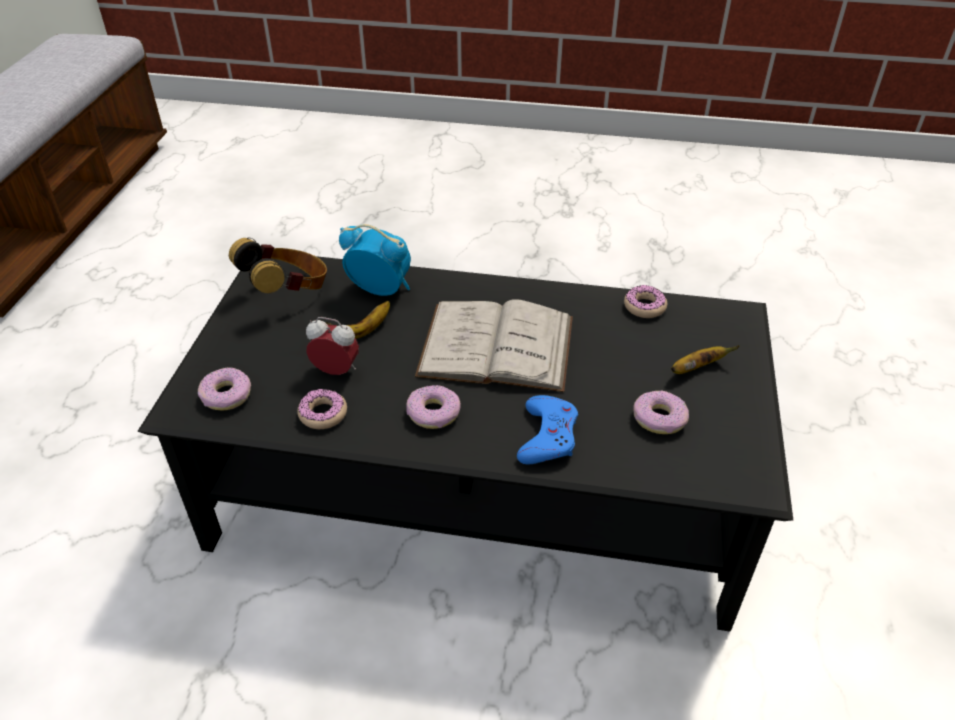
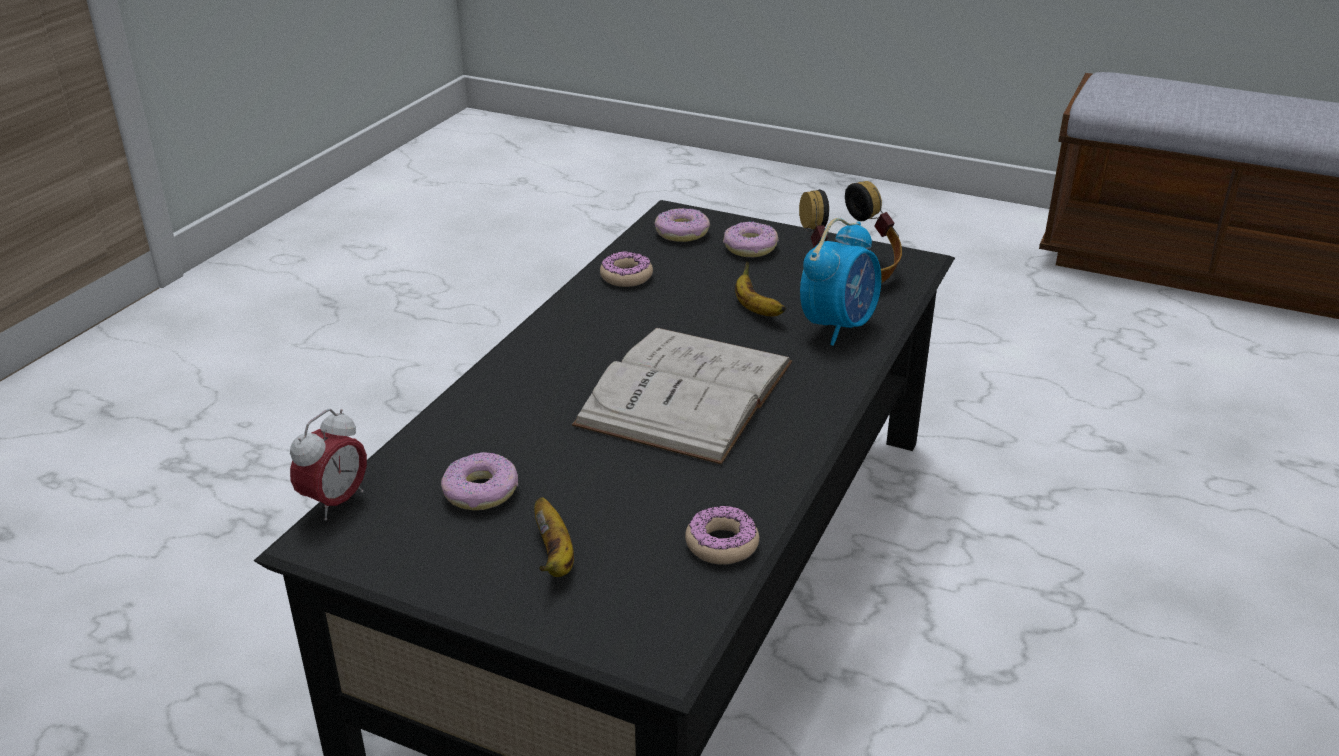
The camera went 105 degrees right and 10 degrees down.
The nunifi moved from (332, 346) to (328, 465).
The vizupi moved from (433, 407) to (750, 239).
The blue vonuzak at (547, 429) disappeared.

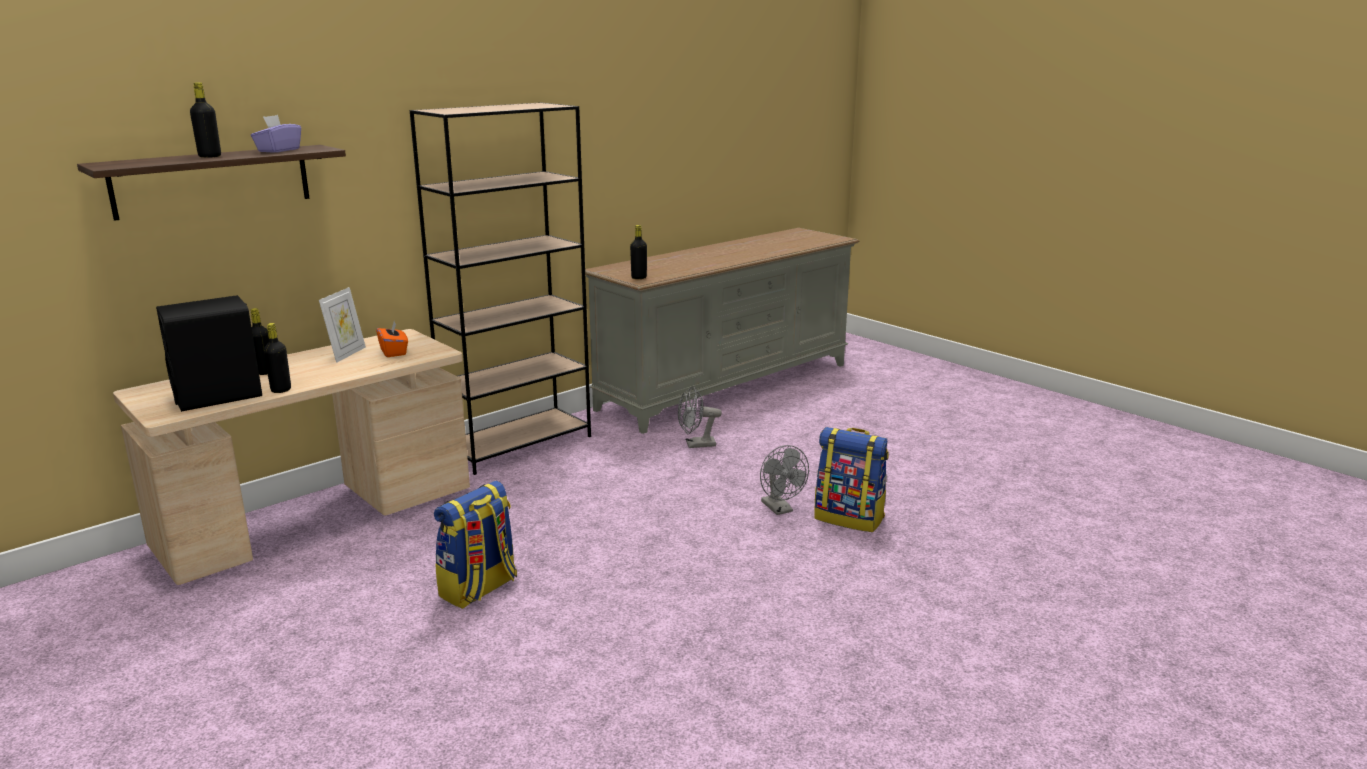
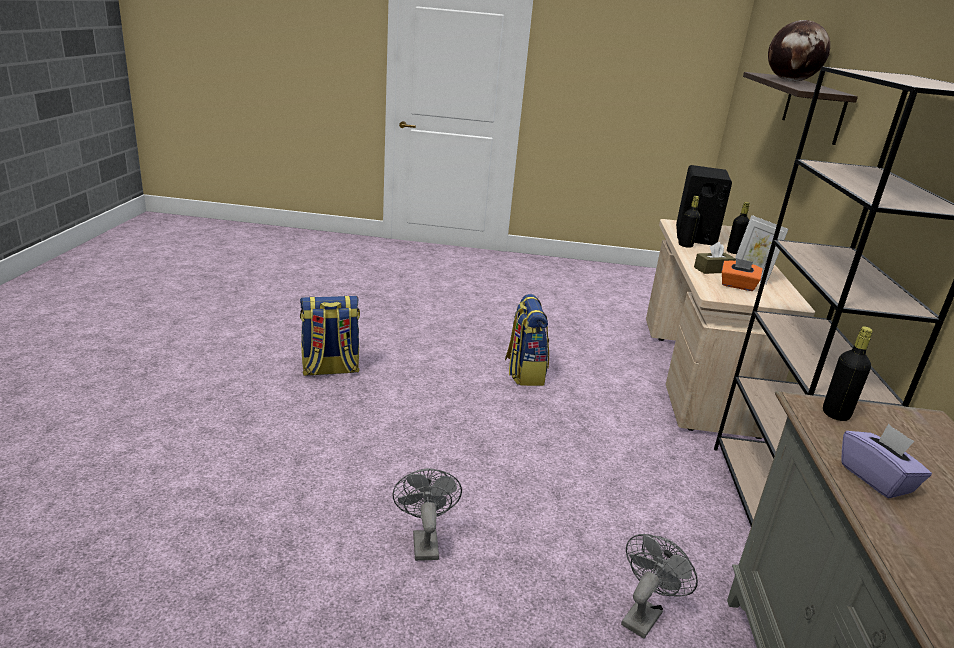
The camera went 135 degrees right and 5 degrees up.
The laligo moved from (851, 479) to (330, 336).
The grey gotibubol at (784, 480) turned 60 degrees clockwise.
The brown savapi at (715, 258) appeared.
The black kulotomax at (205, 120) was replaced by the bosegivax at (799, 50).
The purple savapi moved from (276, 134) to (886, 461).

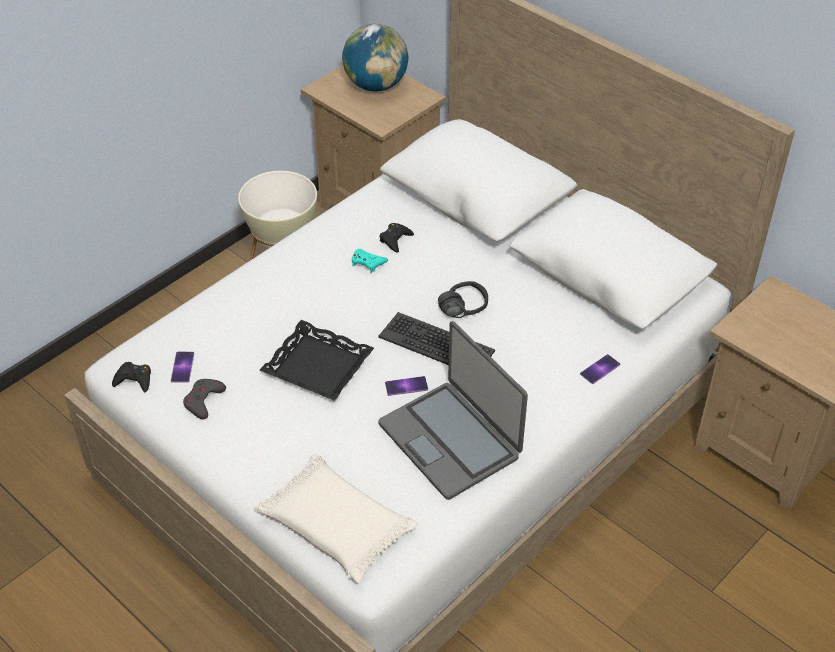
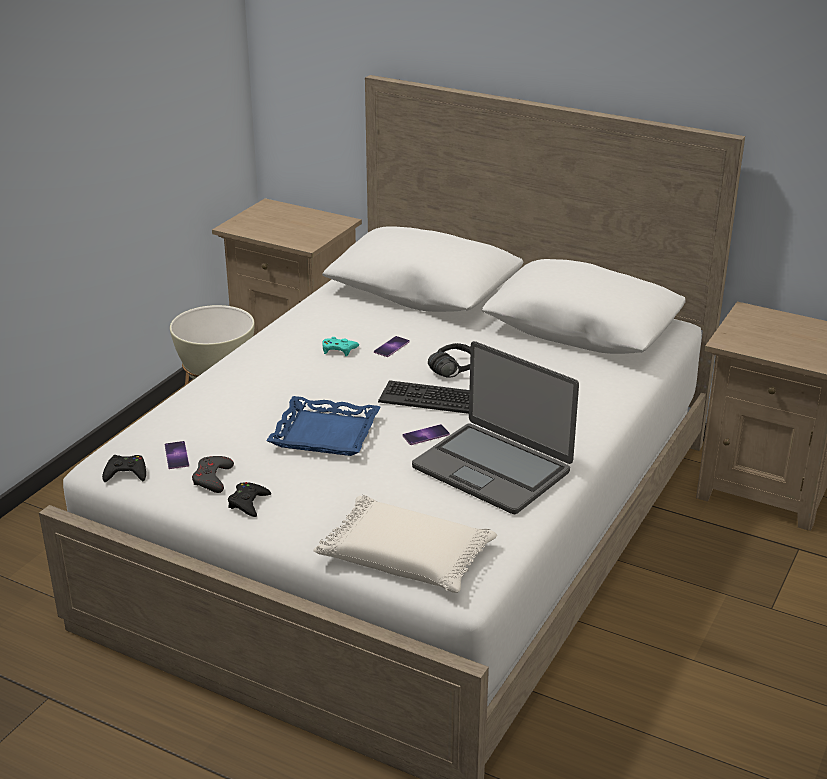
The camera went 15 degrees left and 15 degrees down.
The black vonuzak moved from (397, 238) to (249, 499).
The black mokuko at (317, 360) became the blue mokuko at (323, 426).
The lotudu moved from (600, 369) to (392, 346).
The bosegivax at (375, 57) disappeared.

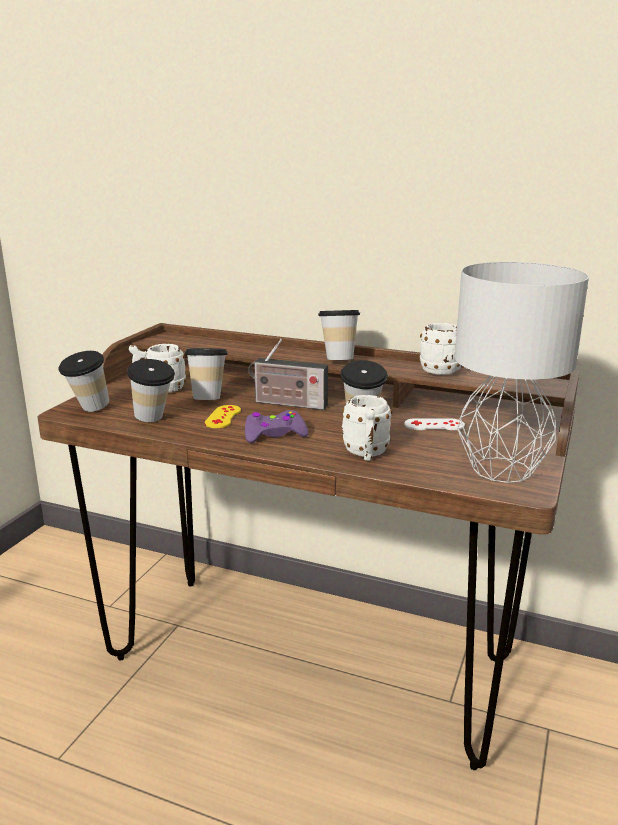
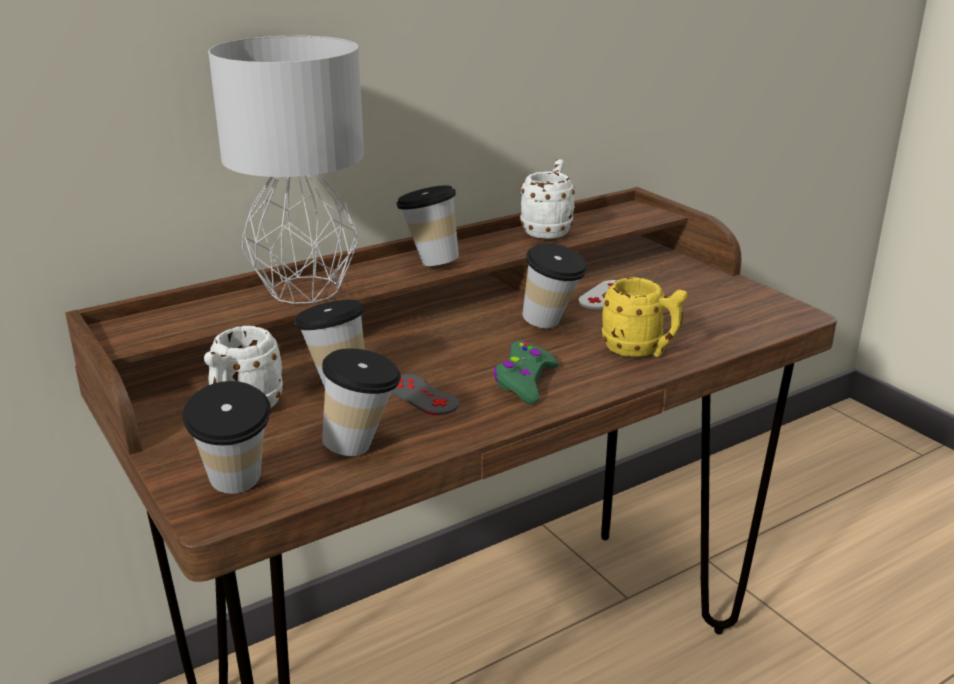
The camera went 55 degrees left and 5 degrees up.
The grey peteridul moved from (522, 372) to (286, 170).
The yellow vonuzak at (222, 416) became the grey vonuzak at (425, 394).
The purple vonuzak at (276, 426) became the green vonuzak at (526, 372).
The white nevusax at (367, 428) became the yellow nevusax at (644, 317).
The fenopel at (288, 374) disappeared.

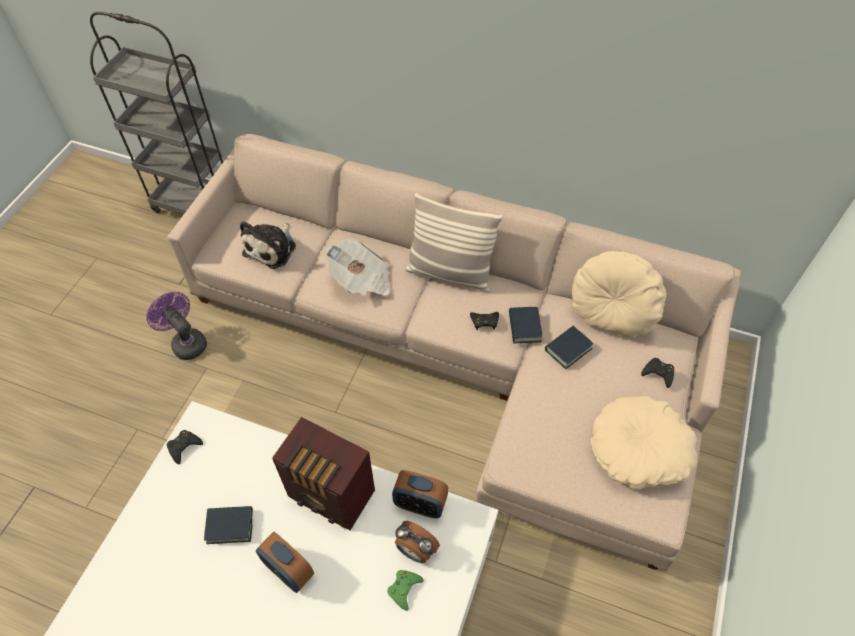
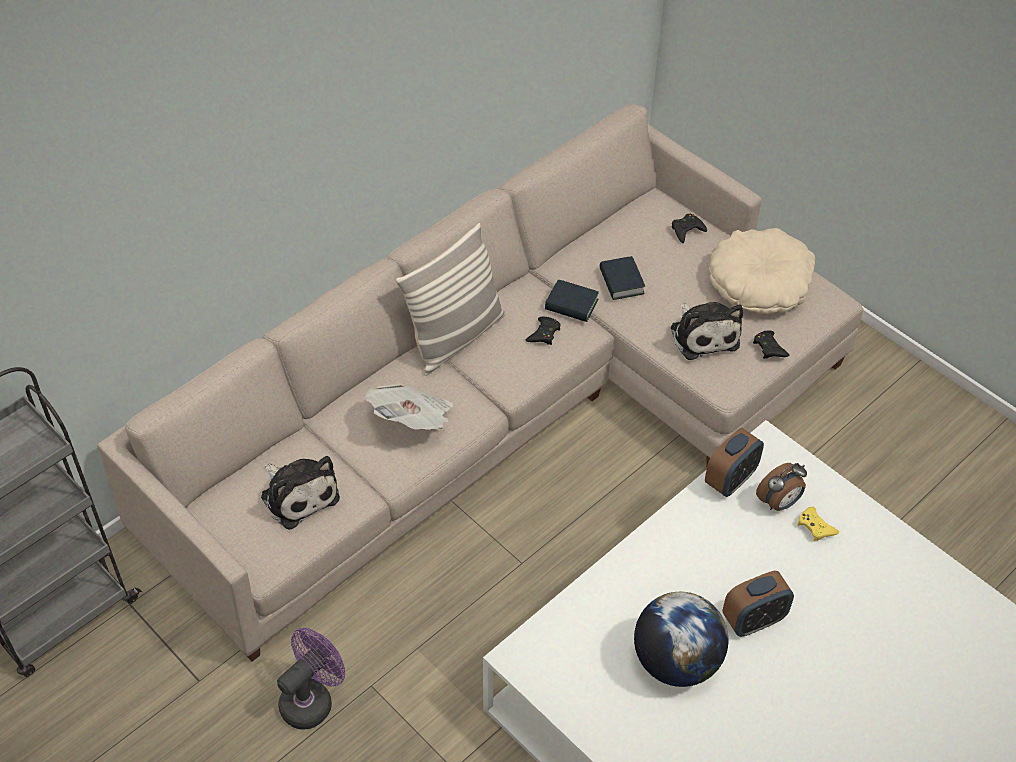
The camera went 65 degrees left and 5 degrees down.
The purple gotibubol at (176, 326) turned 150 degrees clockwise.
The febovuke at (228, 525) was replaced by the bosegivax at (681, 639).
The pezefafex at (707, 331) appeared.
The black vonuzak moved from (185, 447) to (771, 344).
The green vonuzak at (405, 590) became the yellow vonuzak at (818, 524).
The fenopel at (323, 473) disappeared.
The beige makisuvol at (619, 294) disappeared.

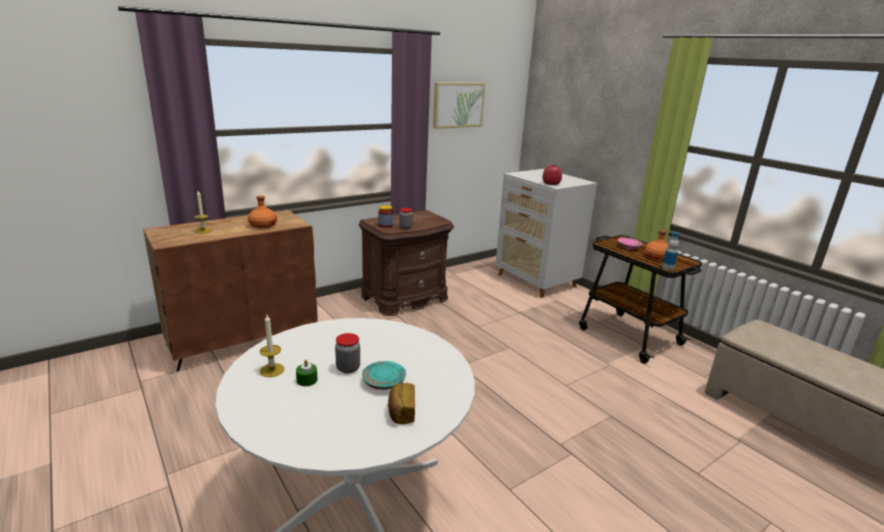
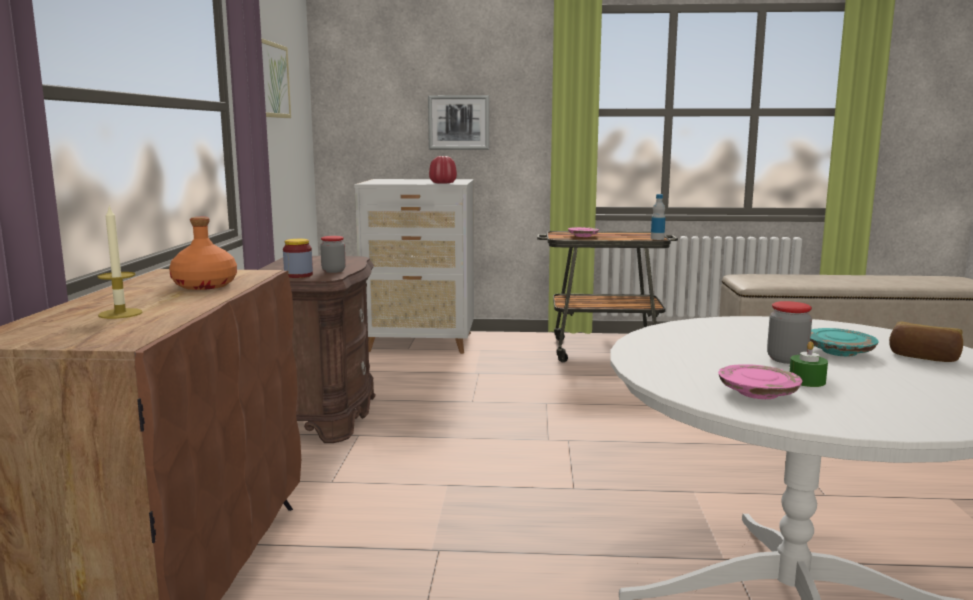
The camera went 50 degrees left and 10 degrees down.
The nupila at (458, 122) appeared.
The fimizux at (272, 346) was replaced by the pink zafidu at (760, 381).
The orange kulotomax at (656, 245) disappeared.

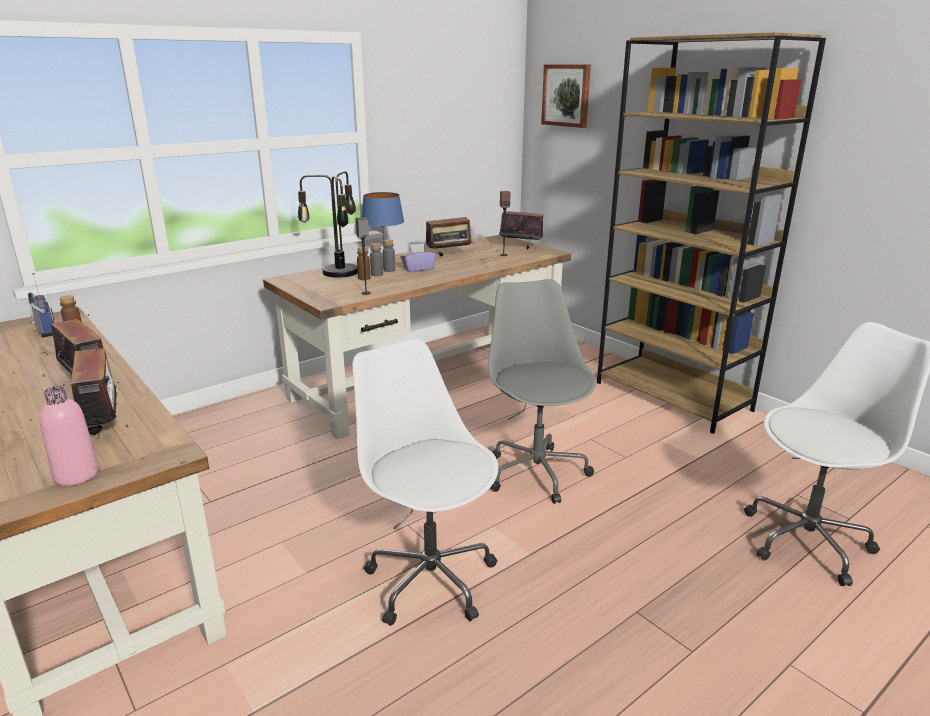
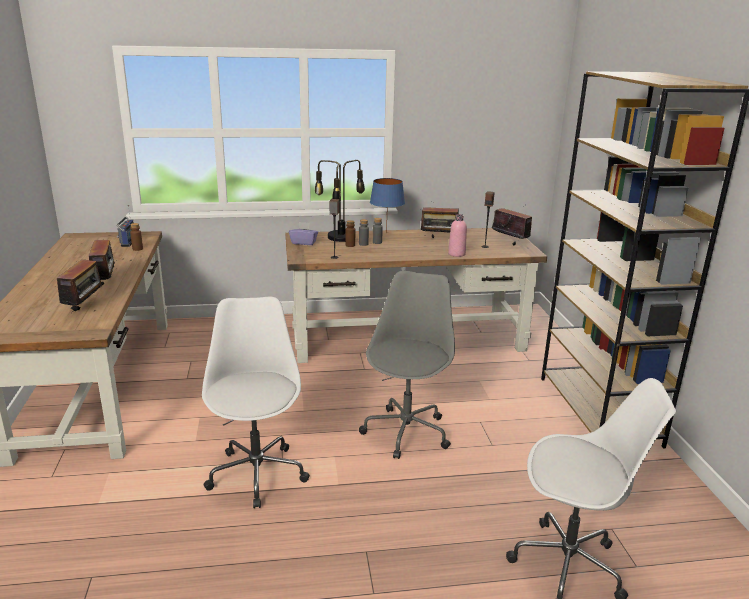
The camera went 30 degrees right and 0 degrees up.
The purple savapi moved from (418, 257) to (303, 233).
The pink kulotomax moved from (69, 436) to (457, 235).
The nupila at (566, 96) disappeared.

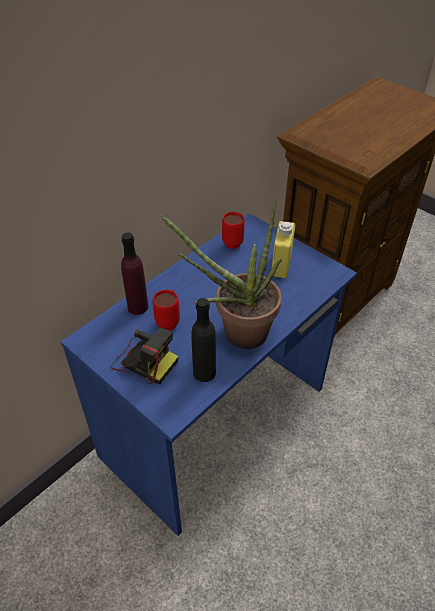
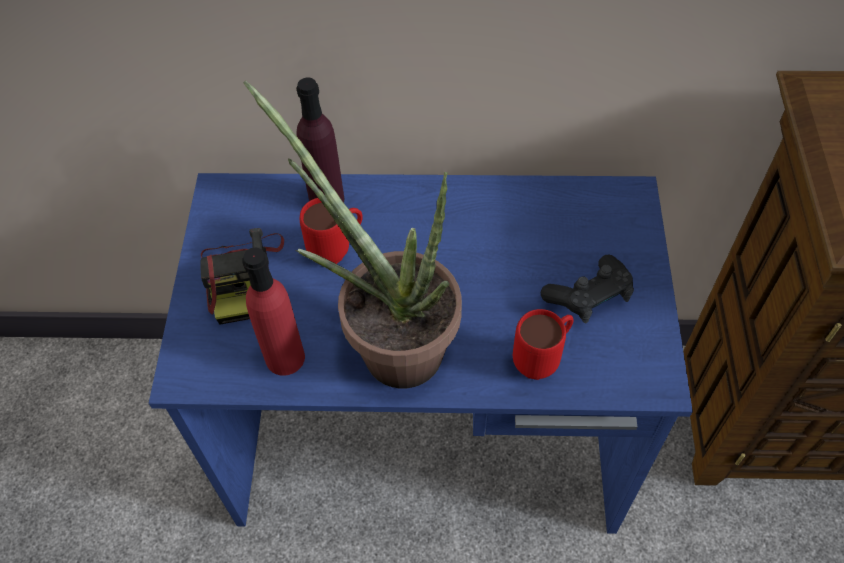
The camera went 50 degrees right and 10 degrees up.
The black kulotomax at (203, 340) became the red kulotomax at (273, 311).
The red nevusax moved from (233, 230) to (543, 344).
The yellow kulotomax at (283, 249) was replaced by the black vonuzak at (587, 289).

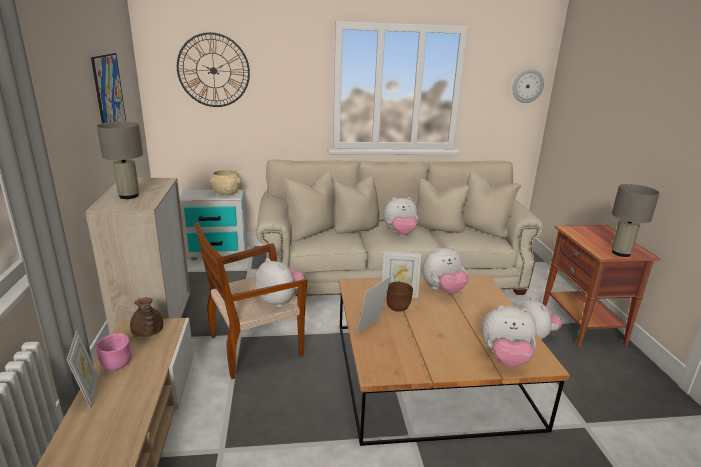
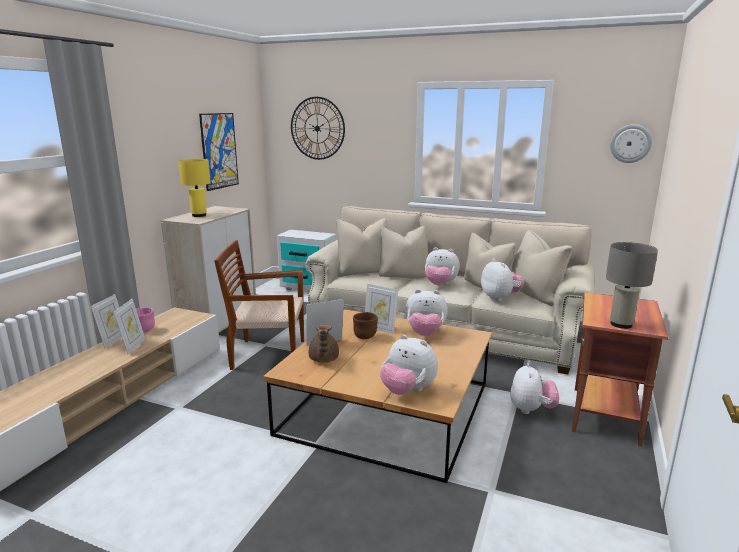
The camera went 30 degrees right and 5 degrees down.
The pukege at (129, 326) appeared.
The grey peteridul at (120, 160) became the yellow peteridul at (195, 188).
The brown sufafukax moved from (146, 317) to (324, 344).
The pezefafex moved from (280, 282) to (502, 280).
The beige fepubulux at (226, 182) disappeared.

